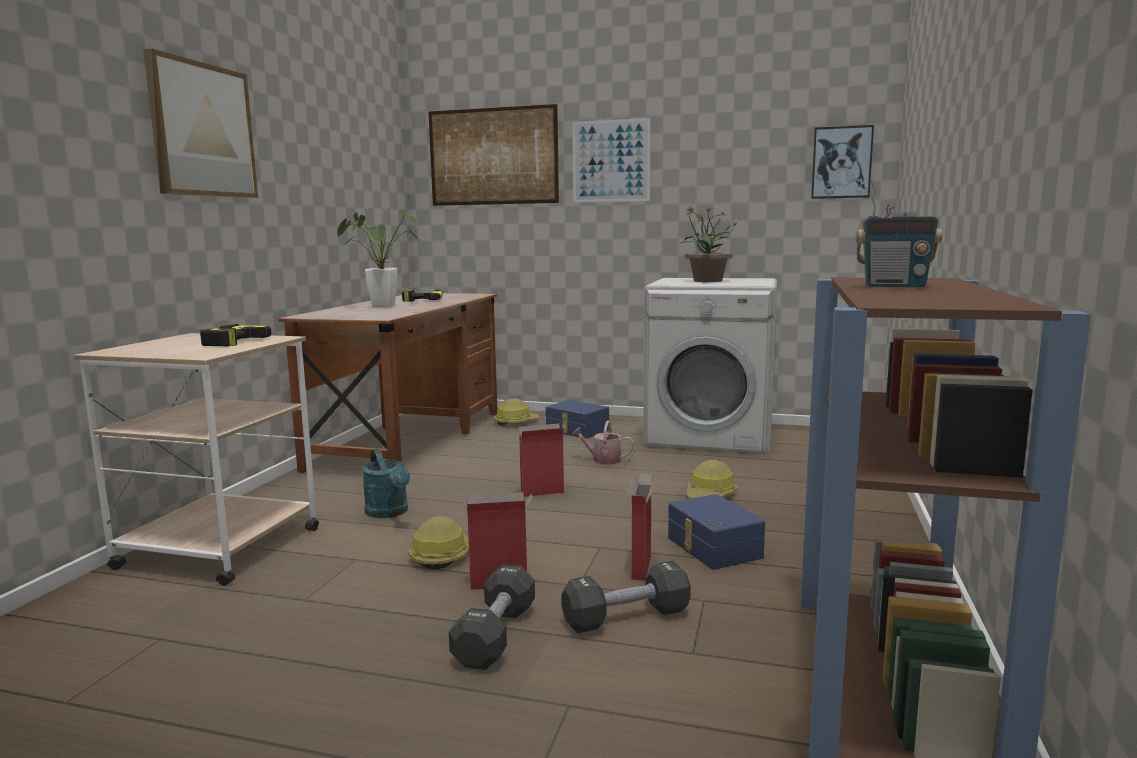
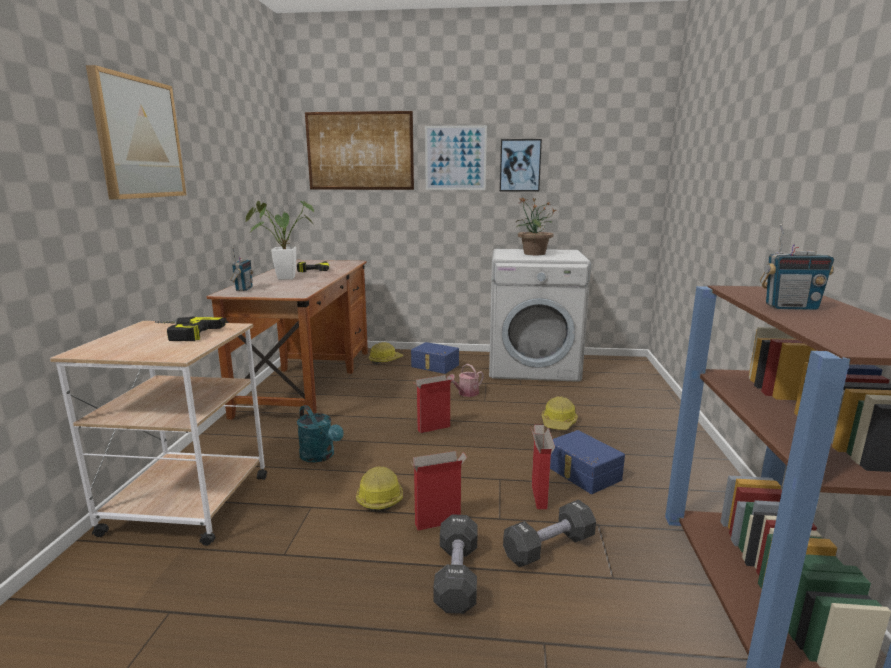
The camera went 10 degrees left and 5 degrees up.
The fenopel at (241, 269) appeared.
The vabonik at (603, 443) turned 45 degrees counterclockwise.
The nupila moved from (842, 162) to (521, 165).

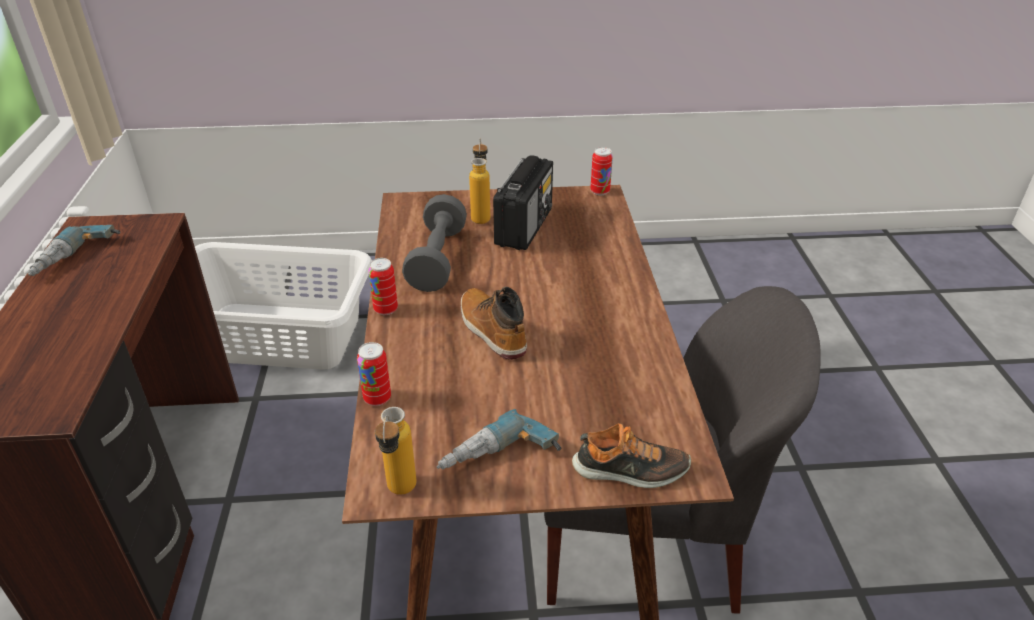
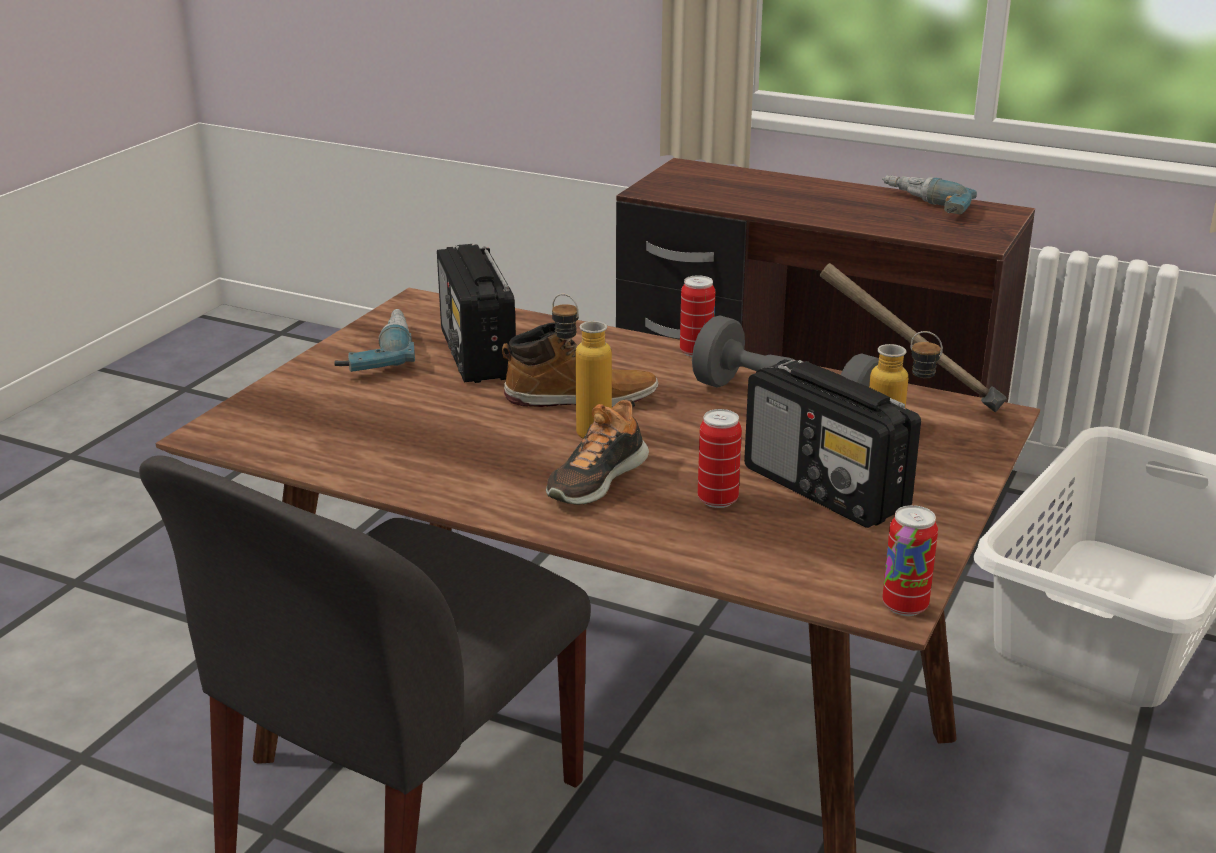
The camera went 120 degrees right and 10 degrees down.
The fenopel at (476, 313) appeared.
The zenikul moved from (631, 455) to (597, 452).
The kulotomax moved from (396, 451) to (582, 365).
The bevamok moved from (374, 374) to (720, 458).
The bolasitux at (913, 337) appeared.

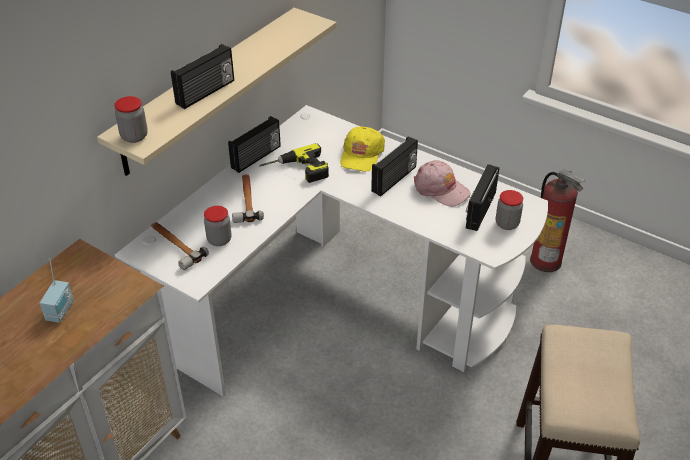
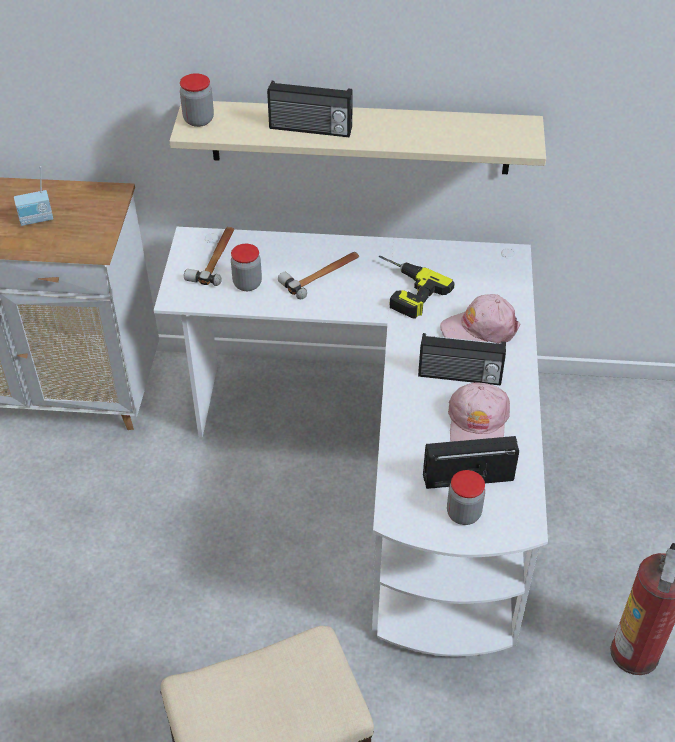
The camera went 60 degrees right and 5 degrees up.
The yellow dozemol at (362, 149) became the pink dozemol at (480, 319).
The fenopel at (254, 144) disappeared.

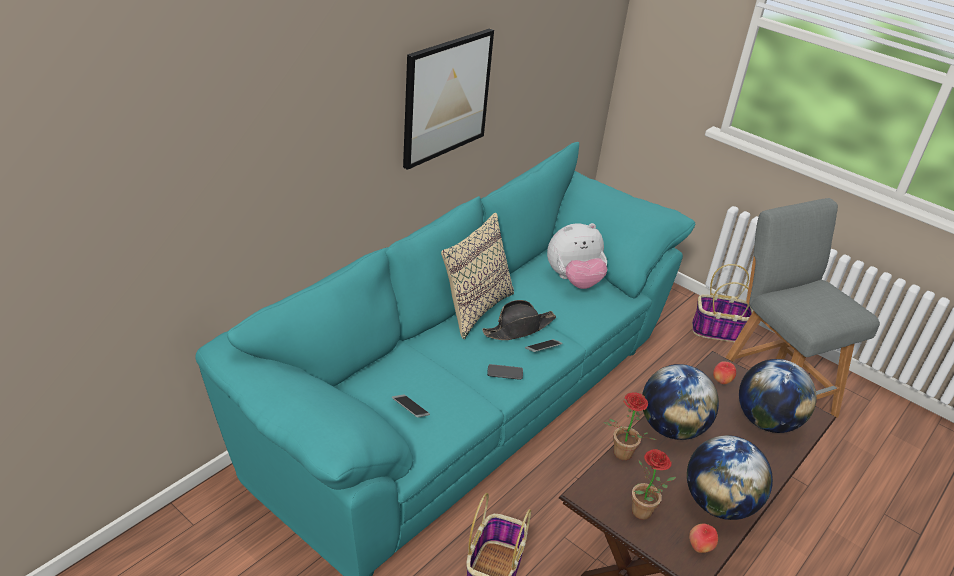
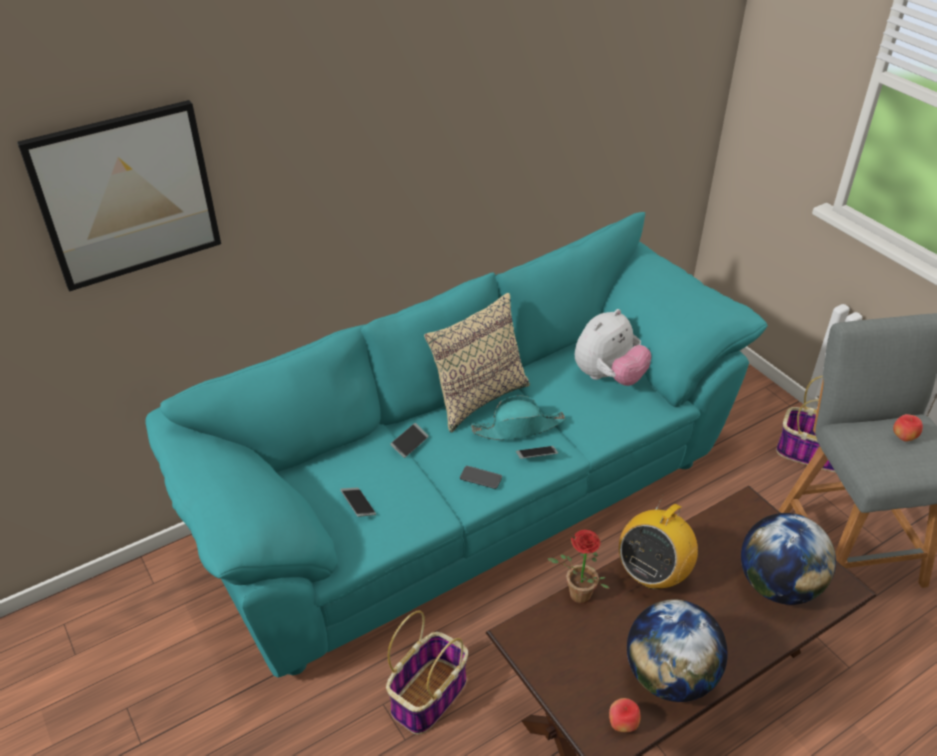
The camera went 20 degrees right and 5 degrees up.
The nupila moved from (448, 99) to (119, 196).
The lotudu at (409, 440) appeared.
The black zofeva at (519, 320) became the turquoise zofeva at (518, 417).
The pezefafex at (577, 256) turned 45 degrees counterclockwise.
The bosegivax at (680, 402) was replaced by the fenopel at (658, 541).
The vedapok moved from (724, 372) to (908, 428).
The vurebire at (654, 484) disappeared.

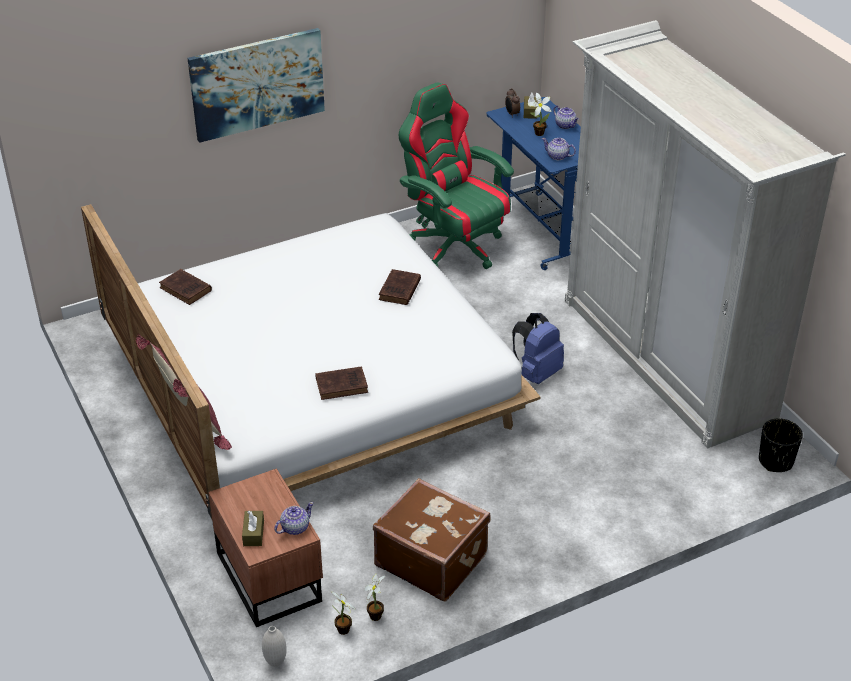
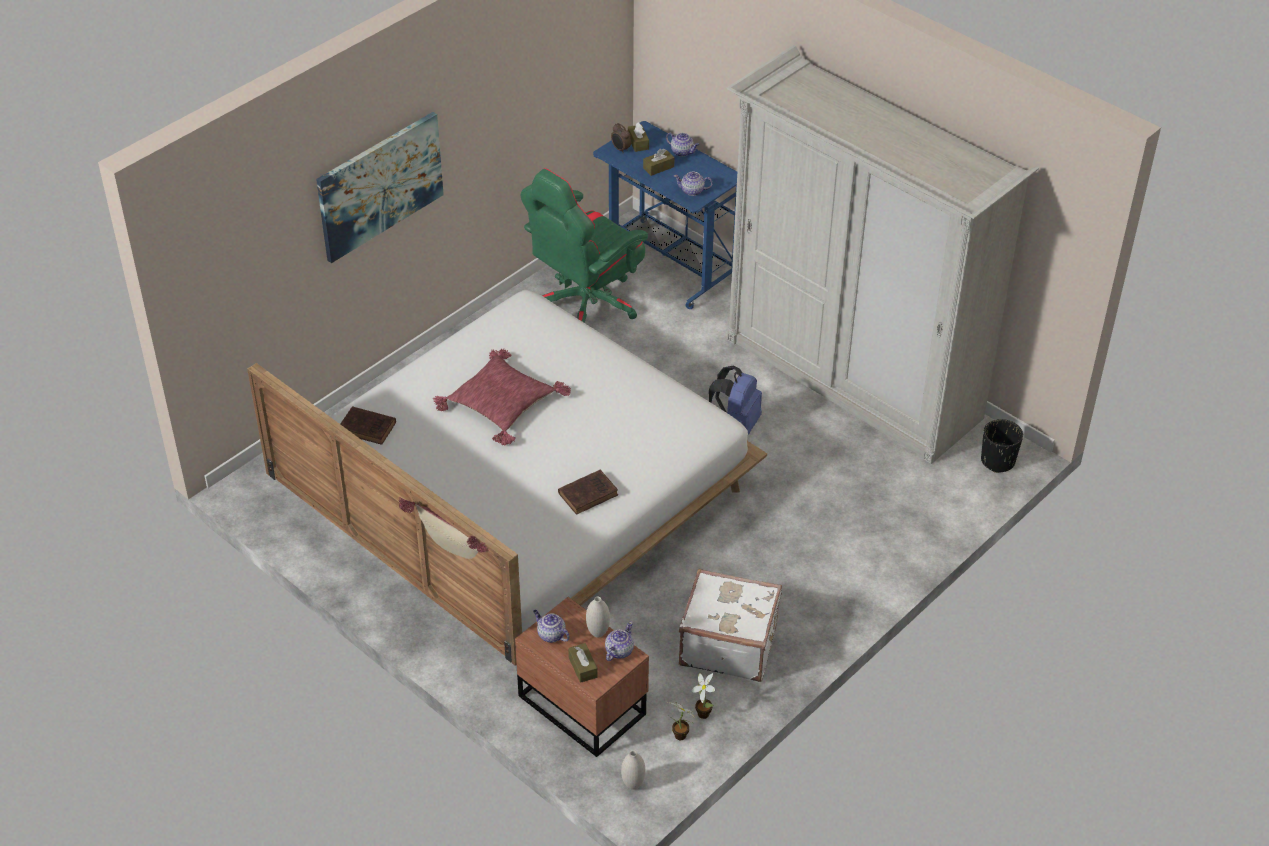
The camera went 20 degrees left and 5 degrees up.
The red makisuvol at (501, 396) appeared.
The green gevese at (456, 175) turned 75 degrees counterclockwise.
The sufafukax at (551, 626) appeared.
The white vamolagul at (598, 617) appeared.
The vurebire at (539, 114) was replaced by the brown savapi at (659, 162).
The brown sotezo at (431, 540) became the white sotezo at (730, 625).
The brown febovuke at (399, 287) disappeared.

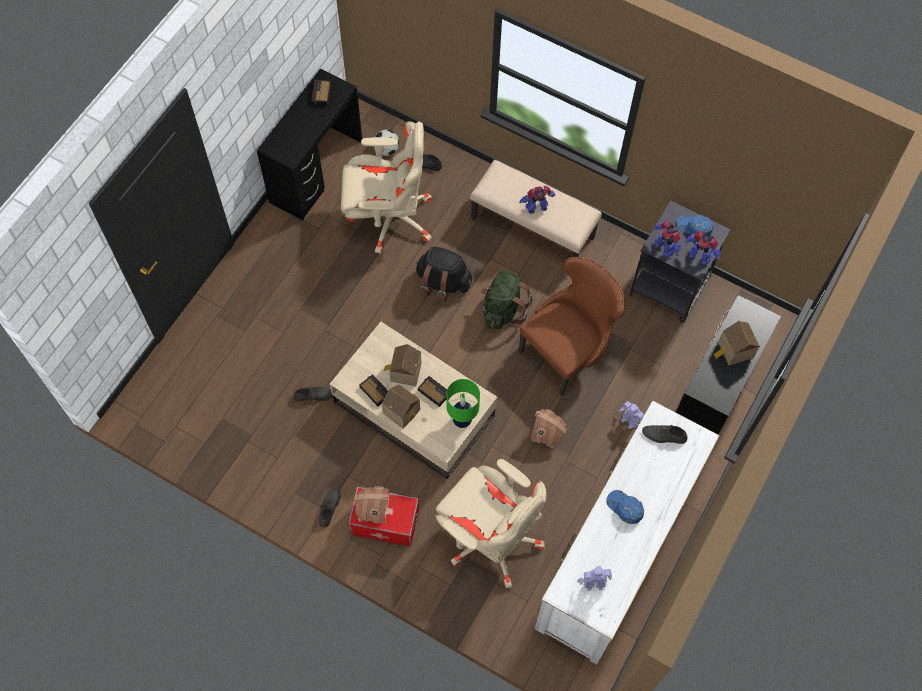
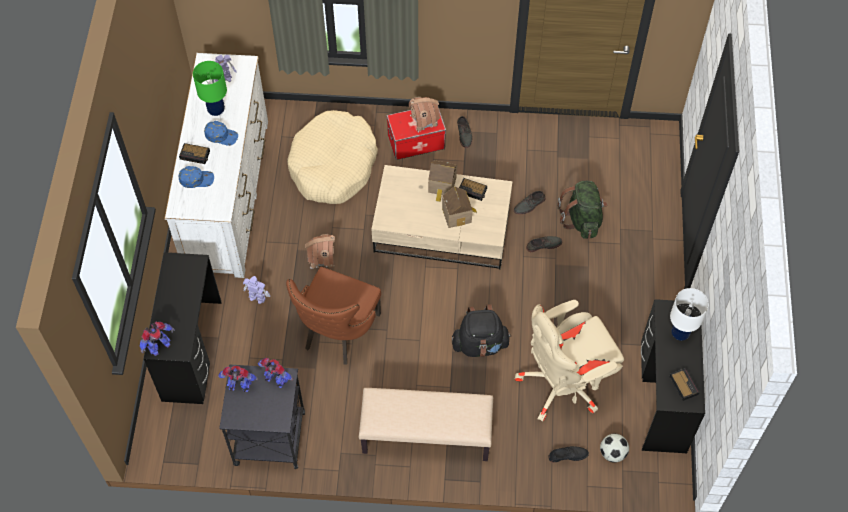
The camera went 155 degrees right and 5 degrees down.
The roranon moved from (537, 200) to (157, 338).
The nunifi moved from (432, 391) to (194, 153).
The blue dozemol moved from (695, 226) to (196, 177).
The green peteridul moved from (463, 403) to (210, 88).
The beige gevese at (491, 523) was replaced by the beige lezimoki at (332, 157).
The grey zenikul moved from (664, 434) to (544, 243).
The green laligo moved from (507, 299) to (583, 210).
The white peteridul at (689, 314) appeared.
The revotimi at (737, 343) disappeared.

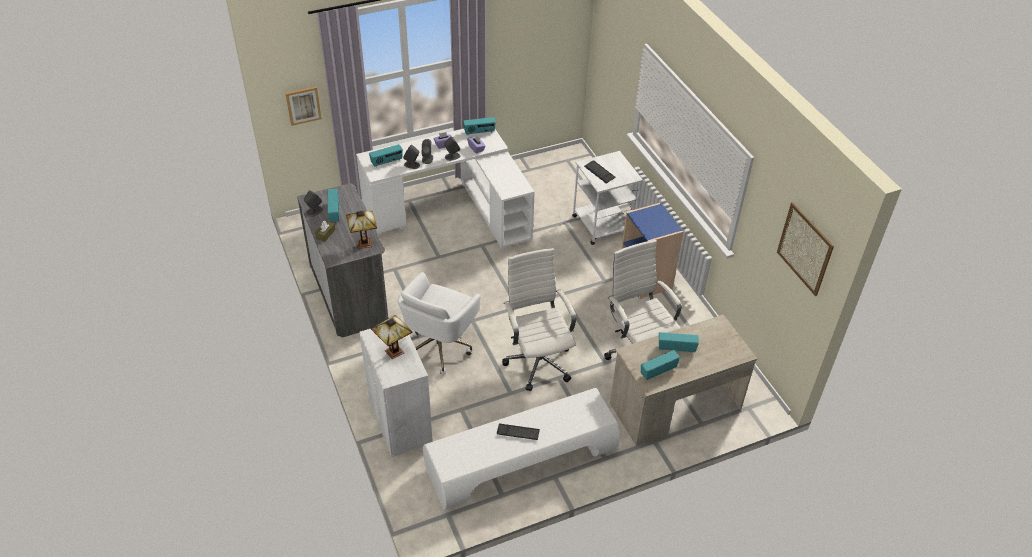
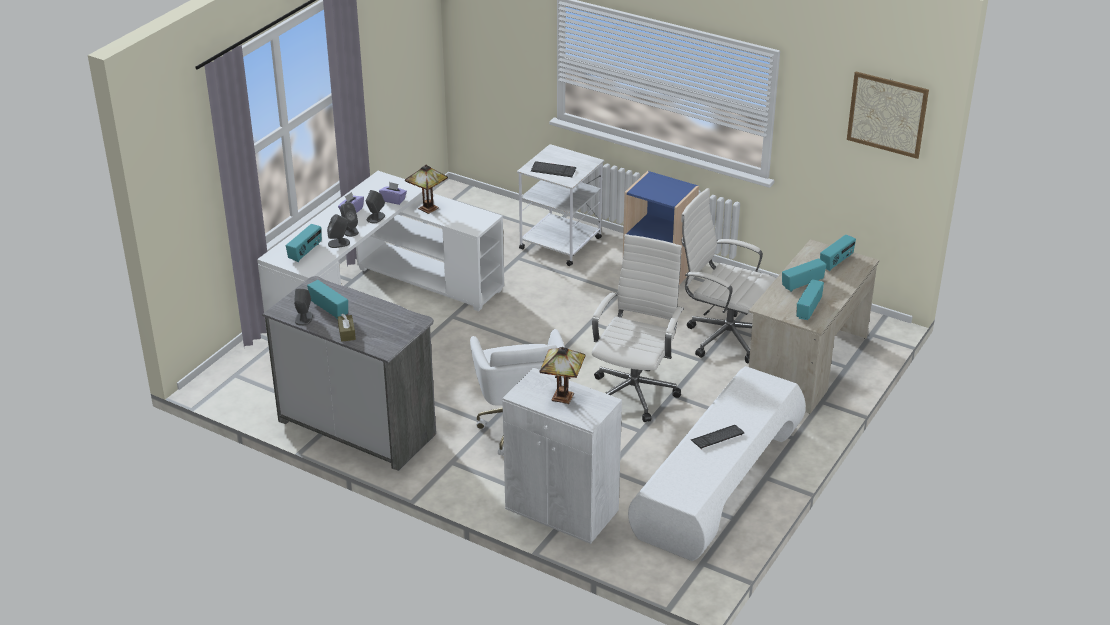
The camera went 35 degrees left and 10 degrees down.
The peteridul moved from (361, 230) to (426, 189).
The white gevese at (539, 319) turned 75 degrees clockwise.
The fenopel moved from (479, 126) to (838, 253).
The nupila at (303, 106) disappeared.

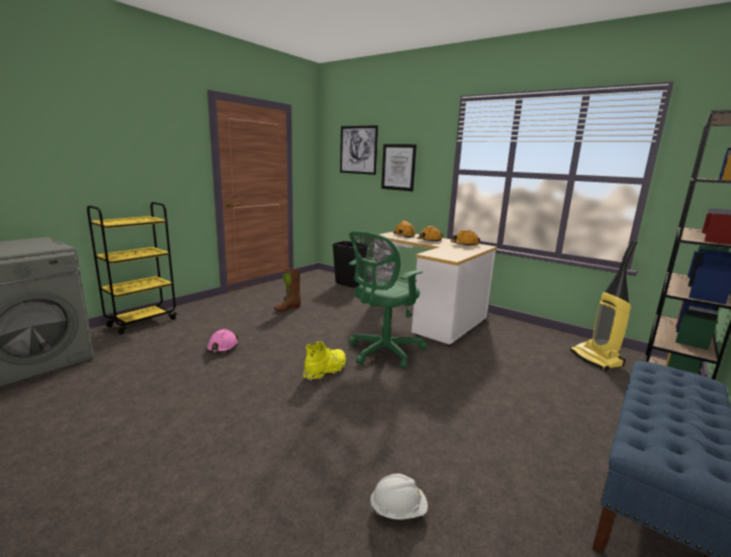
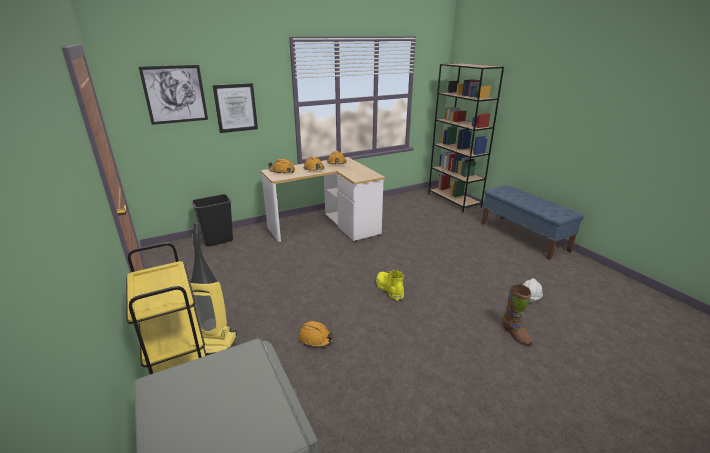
The camera went 65 degrees left and 10 degrees up.
The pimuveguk moved from (604, 305) to (213, 289).
The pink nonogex at (222, 340) became the orange nonogex at (316, 334).
The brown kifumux moved from (287, 289) to (517, 314).
The green gevese at (387, 300) disappeared.

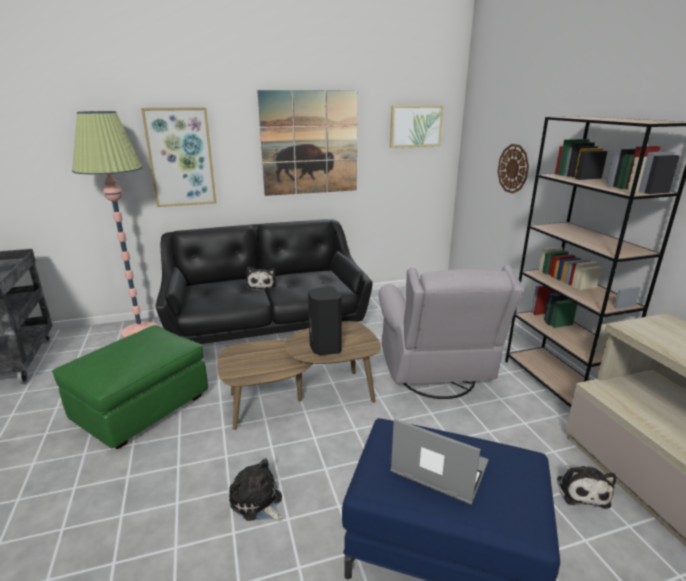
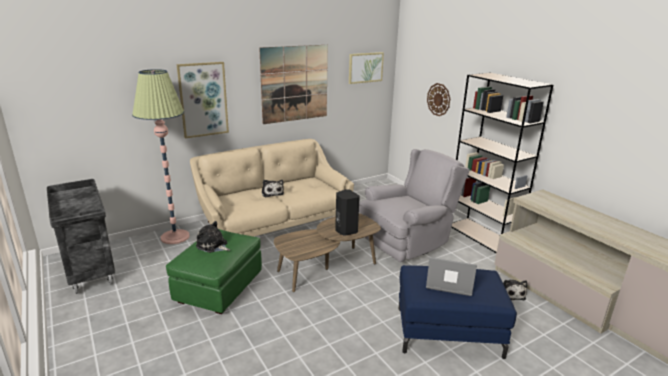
The camera went 15 degrees left and 0 degrees up.
The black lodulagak at (264, 281) became the beige lodulagak at (272, 188).
The pezefafex moved from (256, 489) to (213, 237).
The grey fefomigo at (451, 332) turned 105 degrees counterclockwise.

